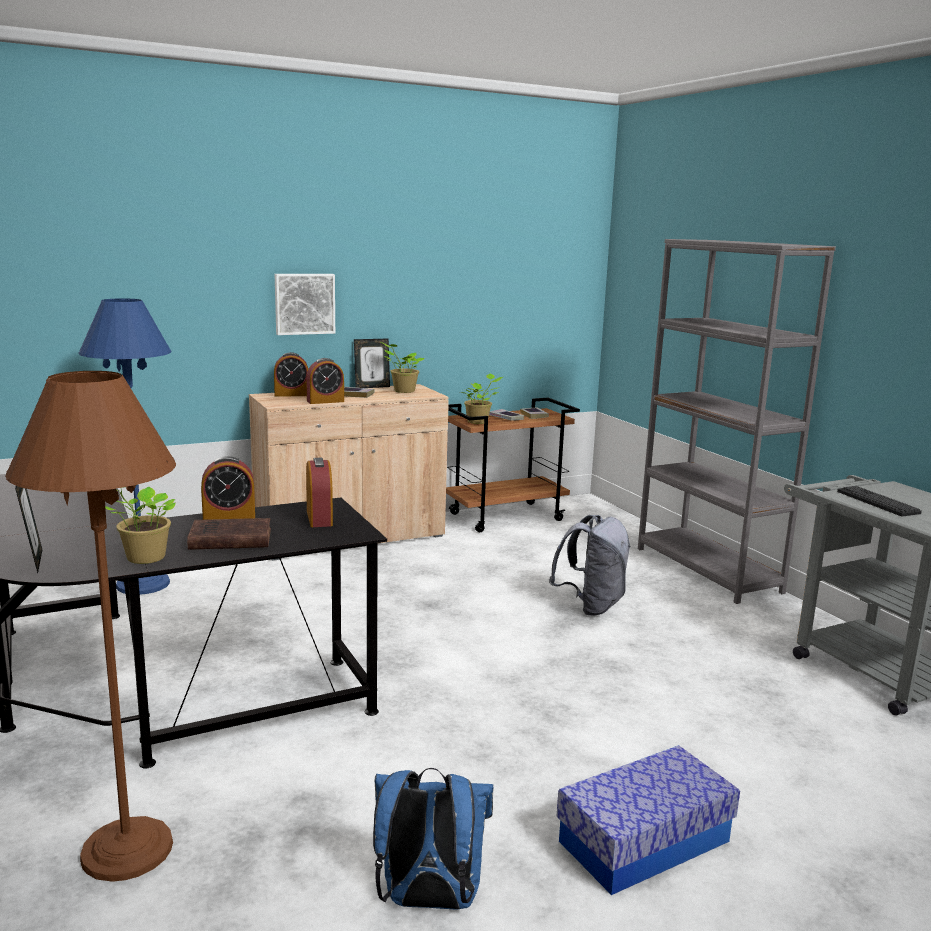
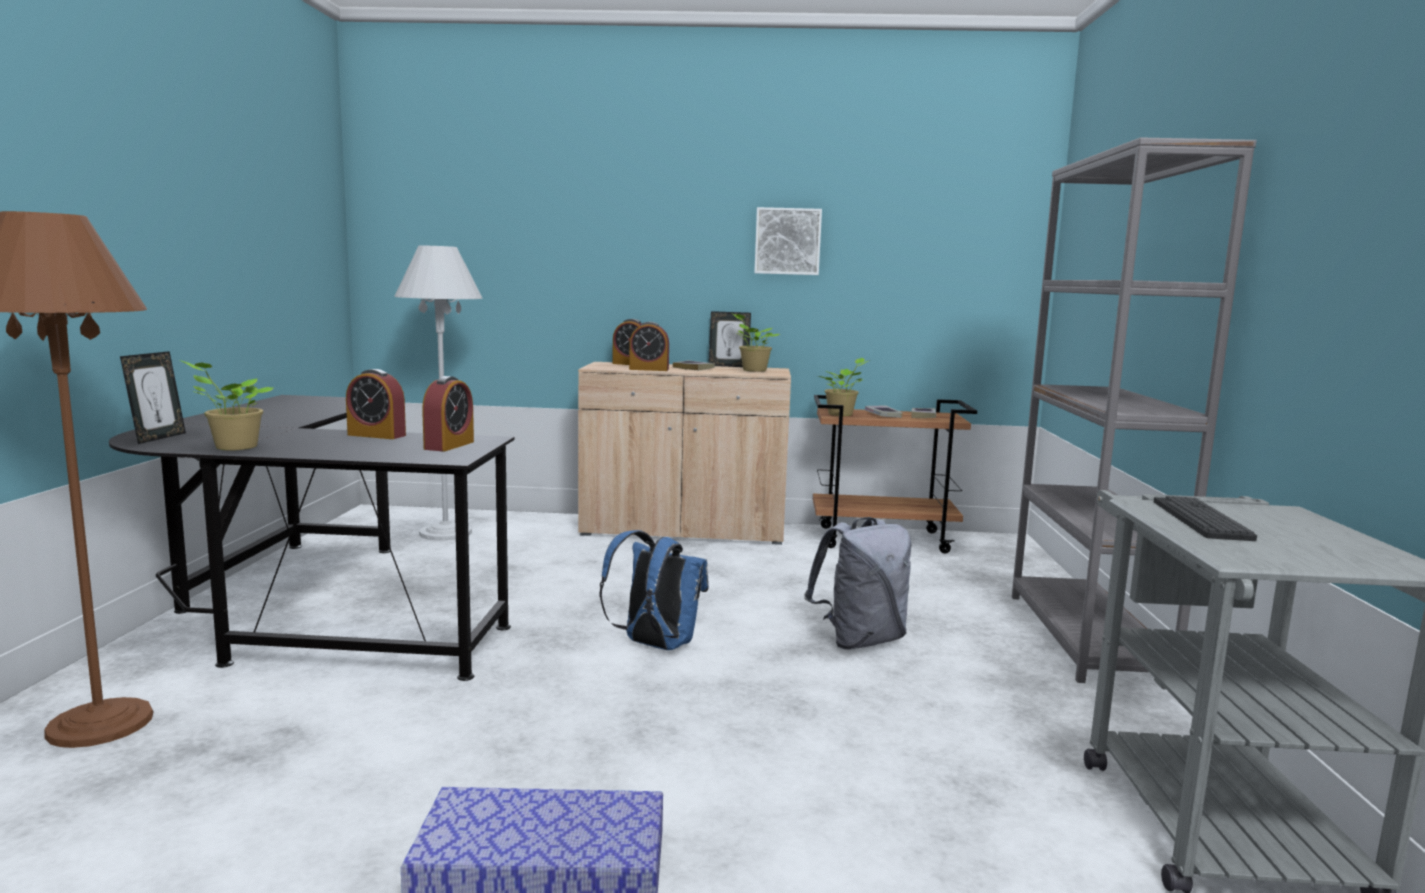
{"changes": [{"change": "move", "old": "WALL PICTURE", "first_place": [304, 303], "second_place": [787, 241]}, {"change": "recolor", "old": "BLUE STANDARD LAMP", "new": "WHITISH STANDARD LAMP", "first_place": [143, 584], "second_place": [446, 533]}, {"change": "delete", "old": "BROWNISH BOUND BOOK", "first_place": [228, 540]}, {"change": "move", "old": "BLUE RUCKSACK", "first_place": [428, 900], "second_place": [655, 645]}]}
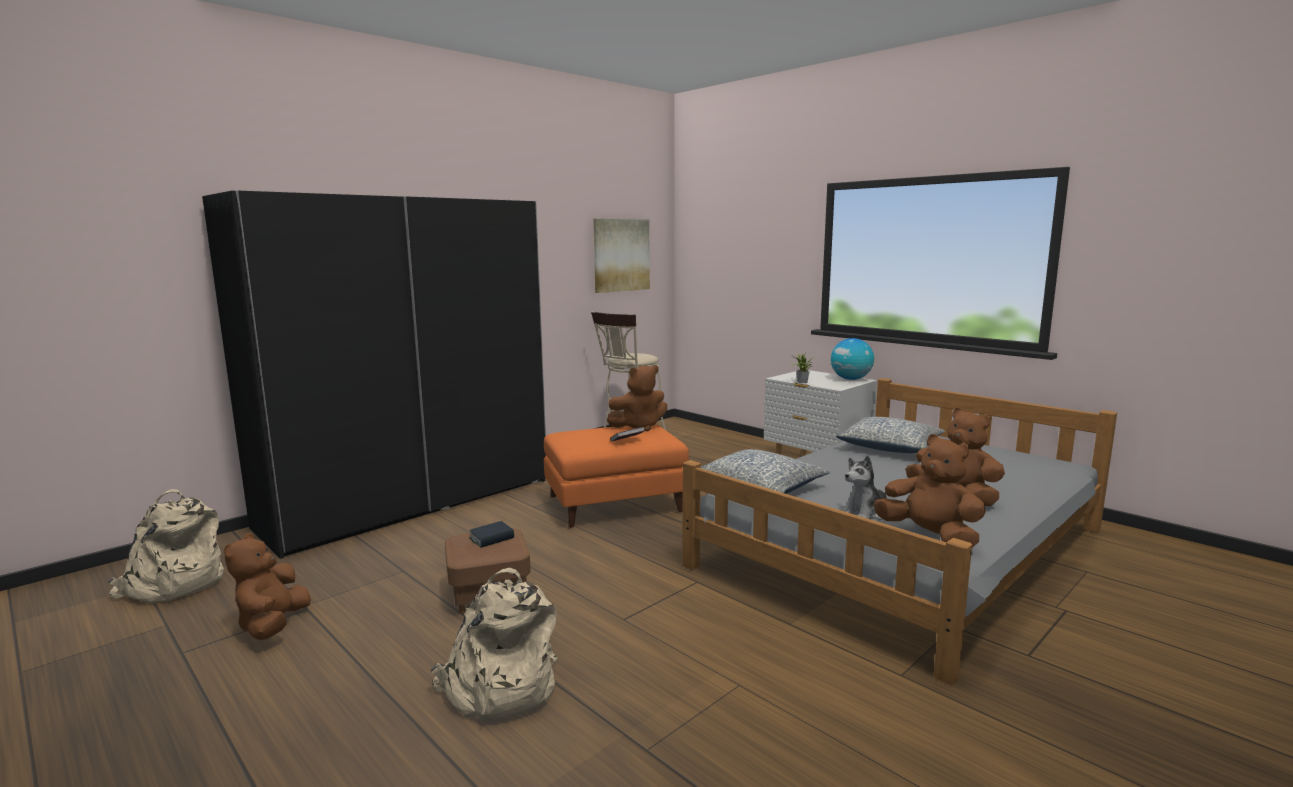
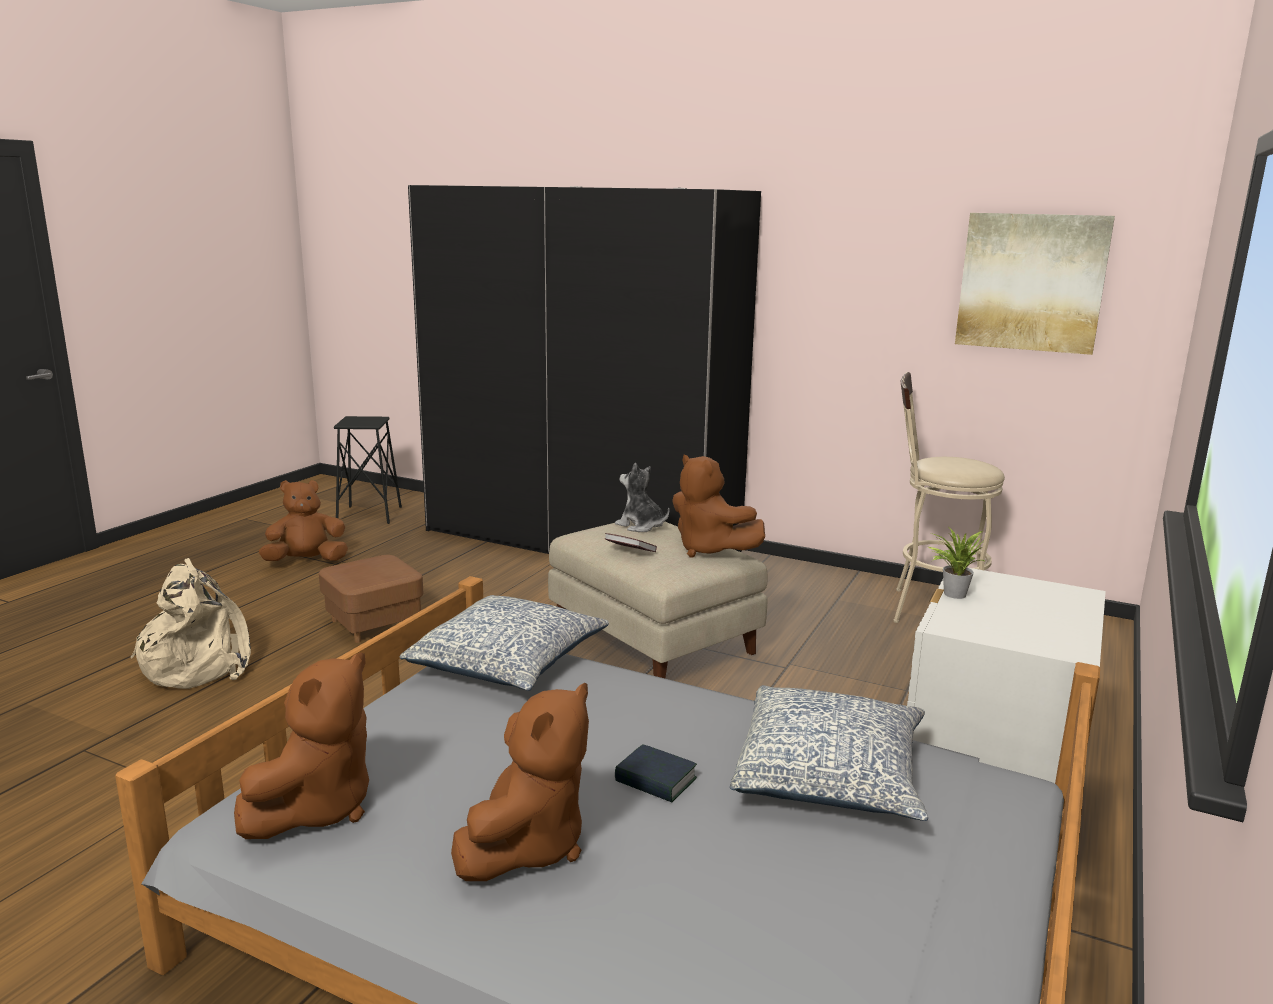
{"changes": [{"change": "delete", "old": "DESK GLOBE", "first_place": [851, 379]}, {"change": "recolor", "old": "ORANGE-COLOURED OTTOMAN", "new": "BEIGE-COLOURED OTTOMAN", "first_place": [614, 505], "second_place": [651, 641]}, {"change": "move", "old": "PLUSH TOY", "first_place": [866, 513], "second_place": [641, 526]}, {"change": "replace", "old": "BEIGE-COLOURED RUCKSACK", "new": "BLACK-COLOURED STOOL", "first_place": [173, 585], "second_place": [369, 515]}, {"change": "move", "old": "BOUND BOOK", "first_place": [492, 538], "second_place": [655, 780]}]}
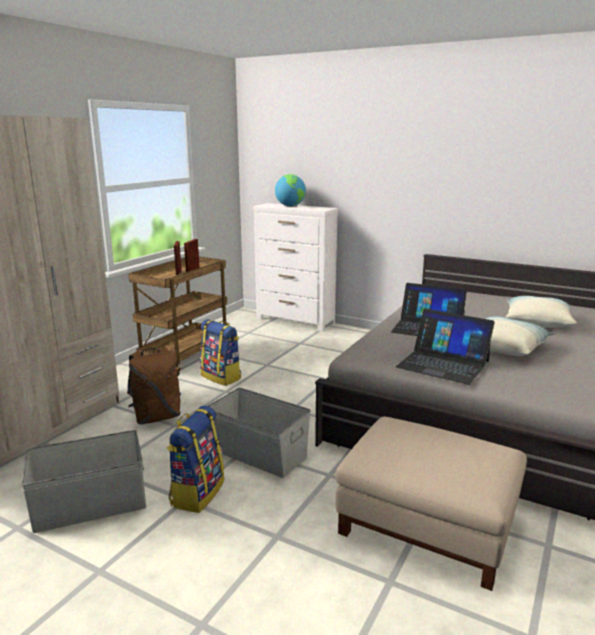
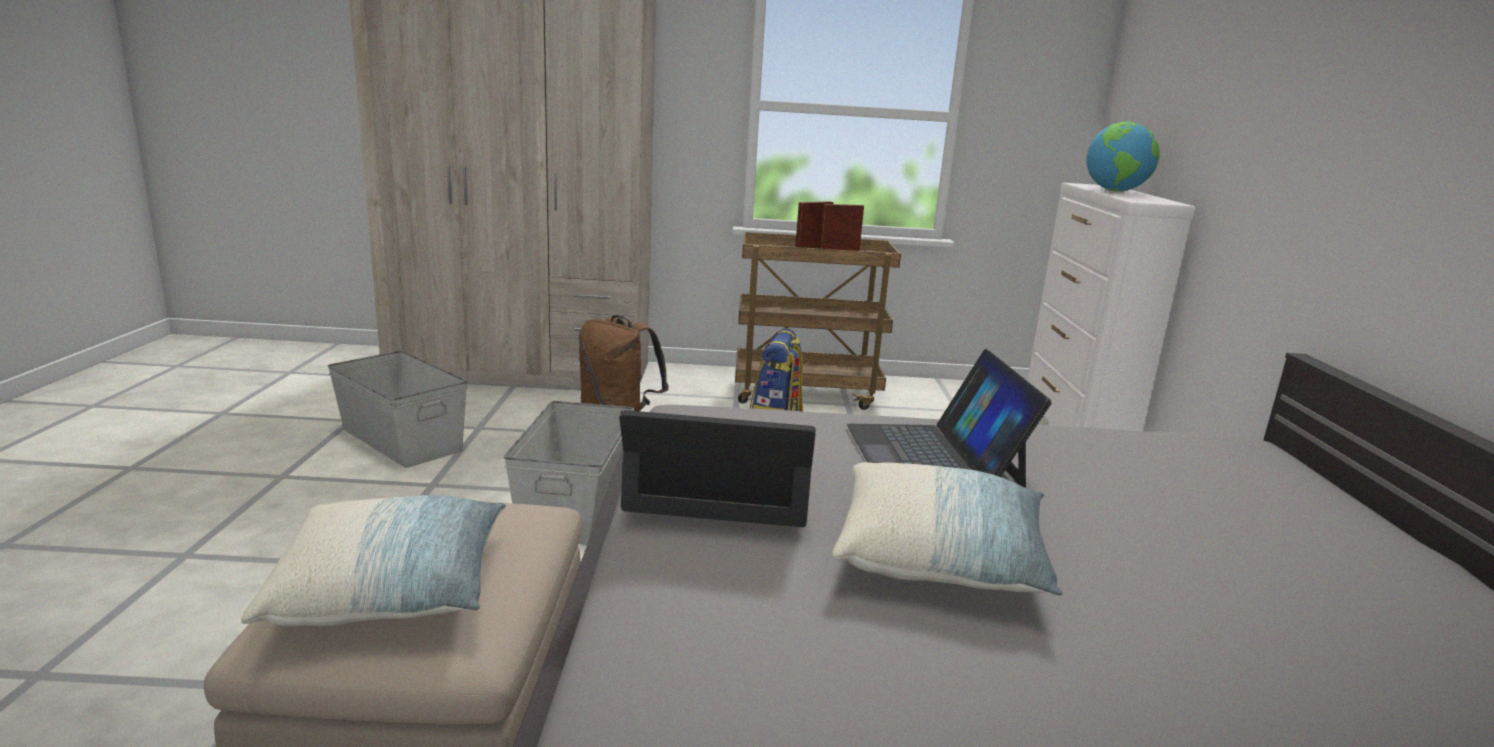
{"changes": [{"change": "move", "old": "CUSHION", "first_place": [536, 322], "second_place": [392, 589]}, {"change": "rotate", "old": "LAPTOP", "first_place": [443, 364], "second_place": [721, 485], "degrees": 90}, {"change": "delete", "old": "RUCKSACK", "first_place": [197, 492]}]}
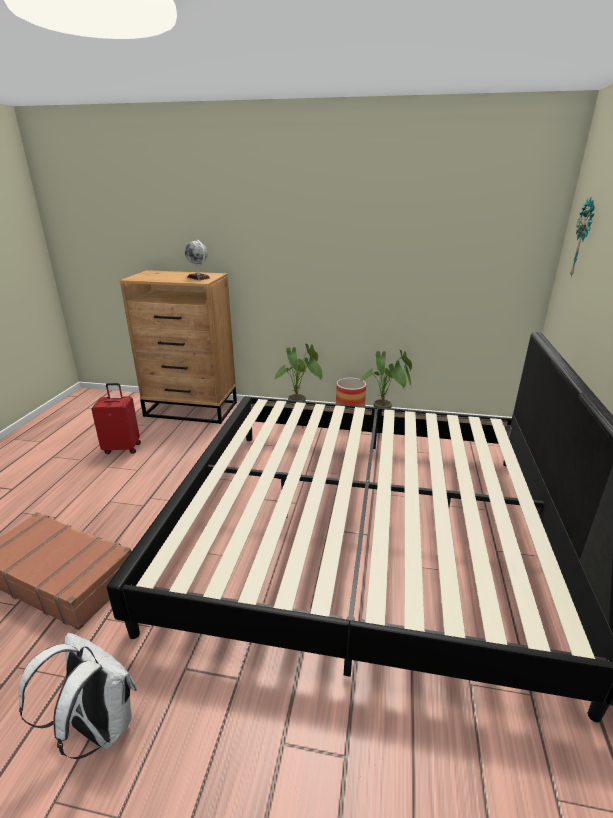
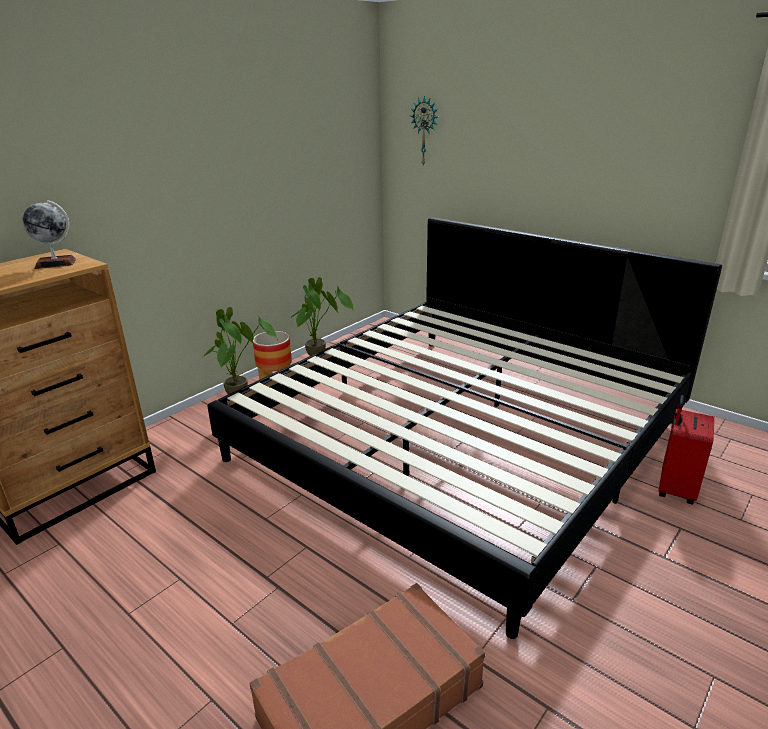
{"changes": [{"change": "move", "old": "REDDISH TRAVEL CASE", "first_place": [122, 448], "second_place": [675, 489]}, {"change": "delete", "old": "WHITISH RUCKSACK", "first_place": [97, 726]}]}
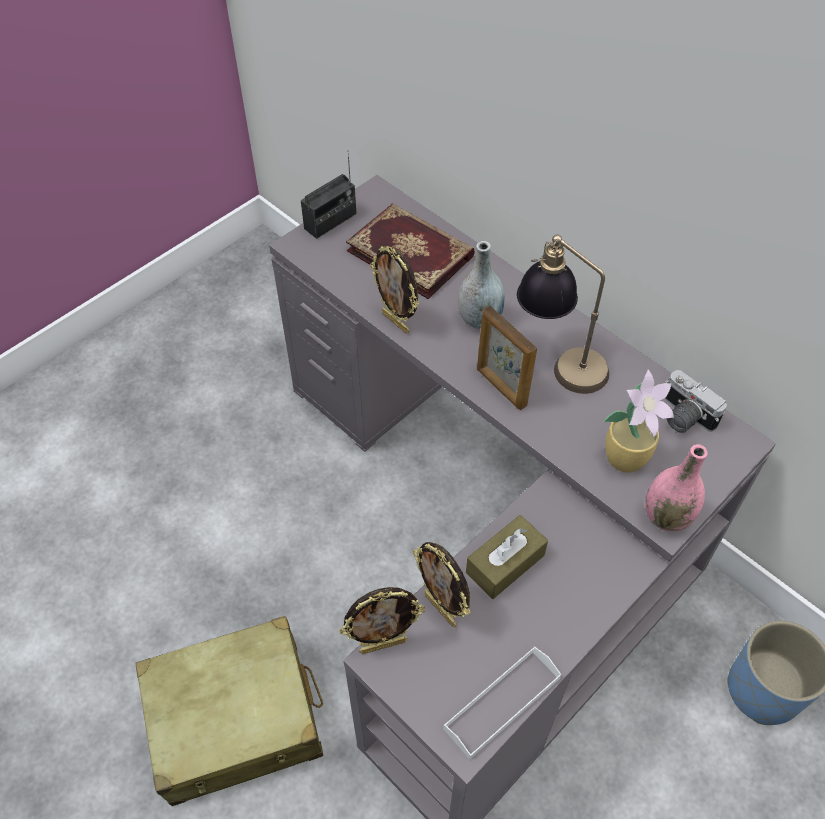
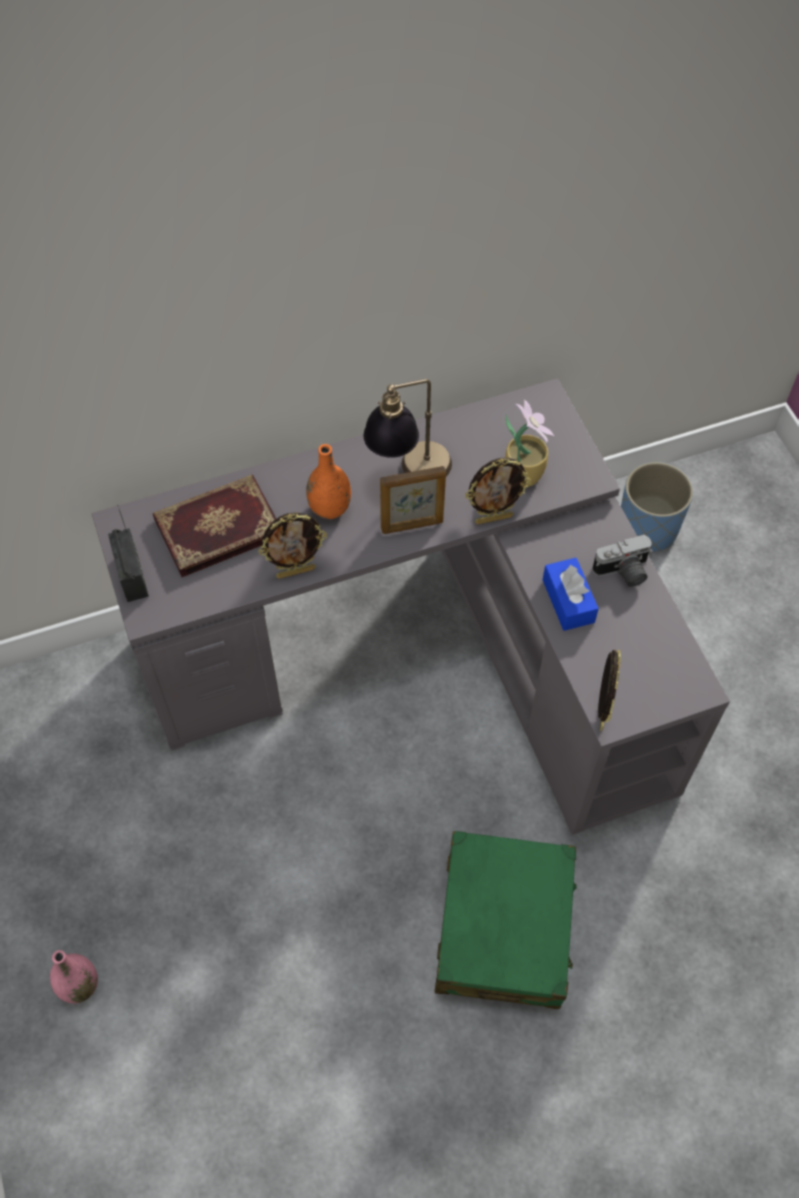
{"changes": [{"change": "recolor", "old": "GREYISH DECORATIVE VASE", "new": "ORANGE-COLOURED DECORATIVE VASE", "first_place": [479, 319], "second_place": [330, 508]}, {"change": "move", "old": "PHOTO CAMERA", "first_place": [682, 417], "second_place": [623, 573]}, {"change": "move", "old": "PINK DECORATIVE VASE", "first_place": [666, 516], "second_place": [80, 985]}, {"change": "recolor", "old": "BROWNISH TISSUE BOX", "new": "BLUE TISSUE BOX", "first_place": [505, 564], "second_place": [568, 601]}, {"change": "move", "old": "PHOTO FRAME", "first_place": [441, 609], "second_place": [493, 518]}, {"change": "recolor", "old": "BEIGE-COLOURED TRAVEL CASE", "new": "GREEN TRAVEL CASE", "first_place": [236, 719], "second_place": [503, 927]}, {"change": "delete", "old": "WHITISH CARRYING TRAY", "first_place": [502, 703]}]}
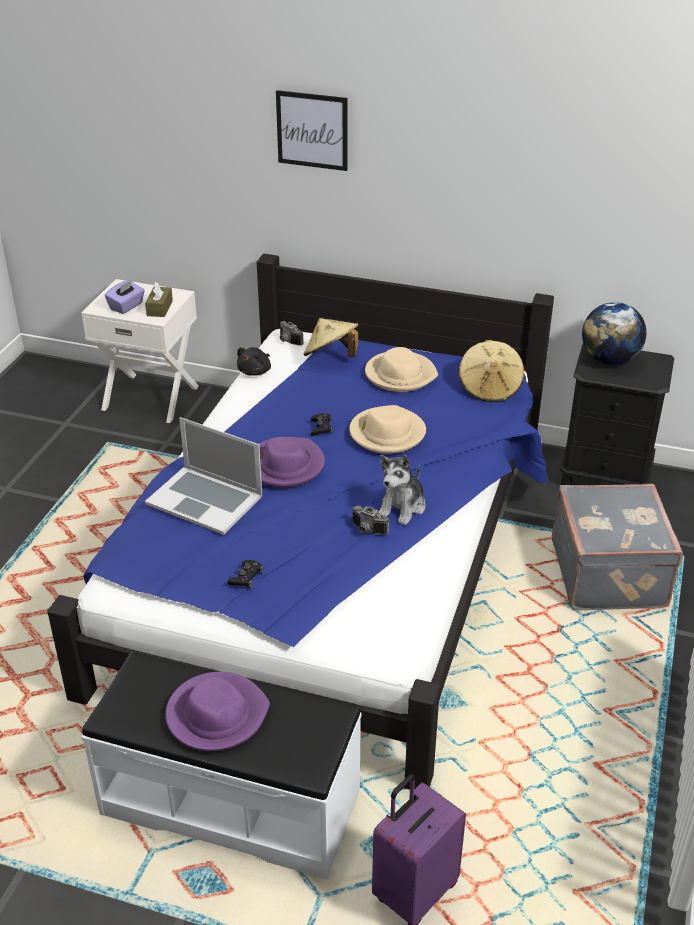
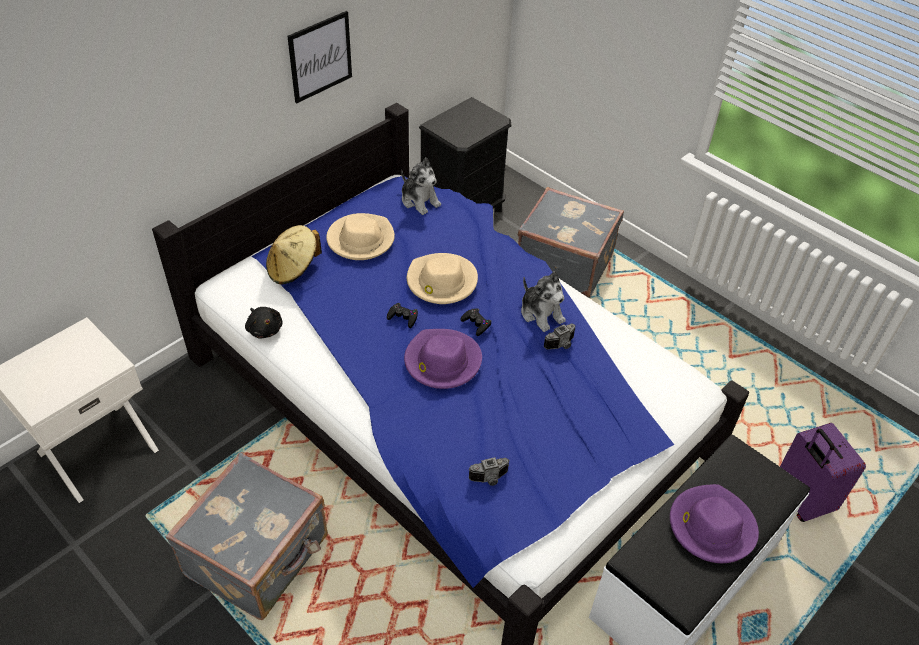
{"changes": [{"change": "move", "old": "WALL PICTURE", "first_place": [312, 130], "second_place": [320, 56]}, {"change": "delete", "old": "PURPLISH TISSUE BOX", "first_place": [126, 306]}, {"change": "delete", "old": "BROWNISH TISSUE BOX", "first_place": [159, 308]}, {"change": "delete", "old": "DESK GLOBE", "first_place": [609, 360]}, {"change": "move", "old": "PHOTO CAMERA", "first_place": [288, 341], "second_place": [490, 479]}, {"change": "replace", "old": "BEIGE-COLOURED HAT", "new": "PLUSH TOY", "first_place": [490, 388], "second_place": [419, 201]}, {"change": "delete", "old": "LAPTOP", "first_place": [205, 499]}, {"change": "move", "old": "BLACK-COLOURED JOYPAD", "first_place": [246, 577], "second_place": [476, 324]}, {"change": "insert", "new": "GREYISH TRAVEL CASE", "second_place": [259, 556]}]}
